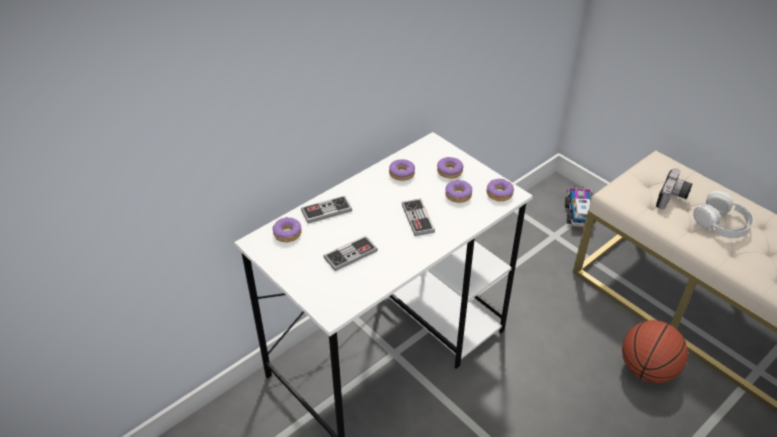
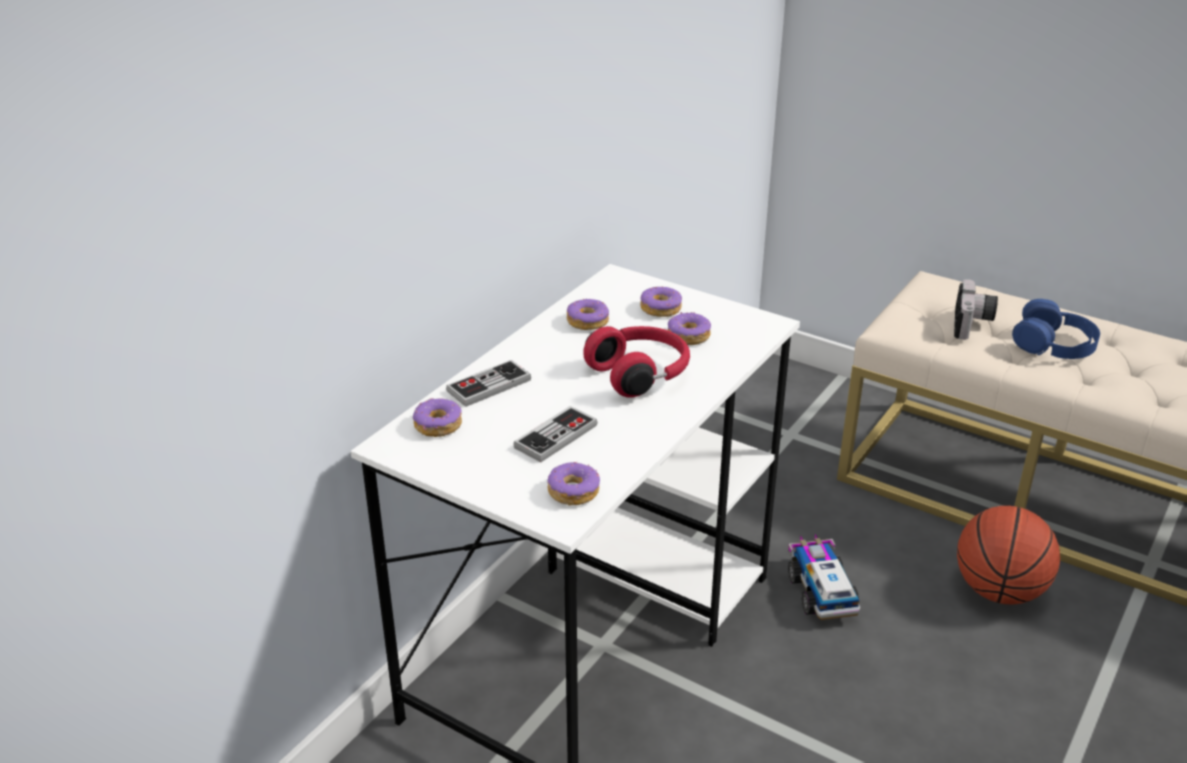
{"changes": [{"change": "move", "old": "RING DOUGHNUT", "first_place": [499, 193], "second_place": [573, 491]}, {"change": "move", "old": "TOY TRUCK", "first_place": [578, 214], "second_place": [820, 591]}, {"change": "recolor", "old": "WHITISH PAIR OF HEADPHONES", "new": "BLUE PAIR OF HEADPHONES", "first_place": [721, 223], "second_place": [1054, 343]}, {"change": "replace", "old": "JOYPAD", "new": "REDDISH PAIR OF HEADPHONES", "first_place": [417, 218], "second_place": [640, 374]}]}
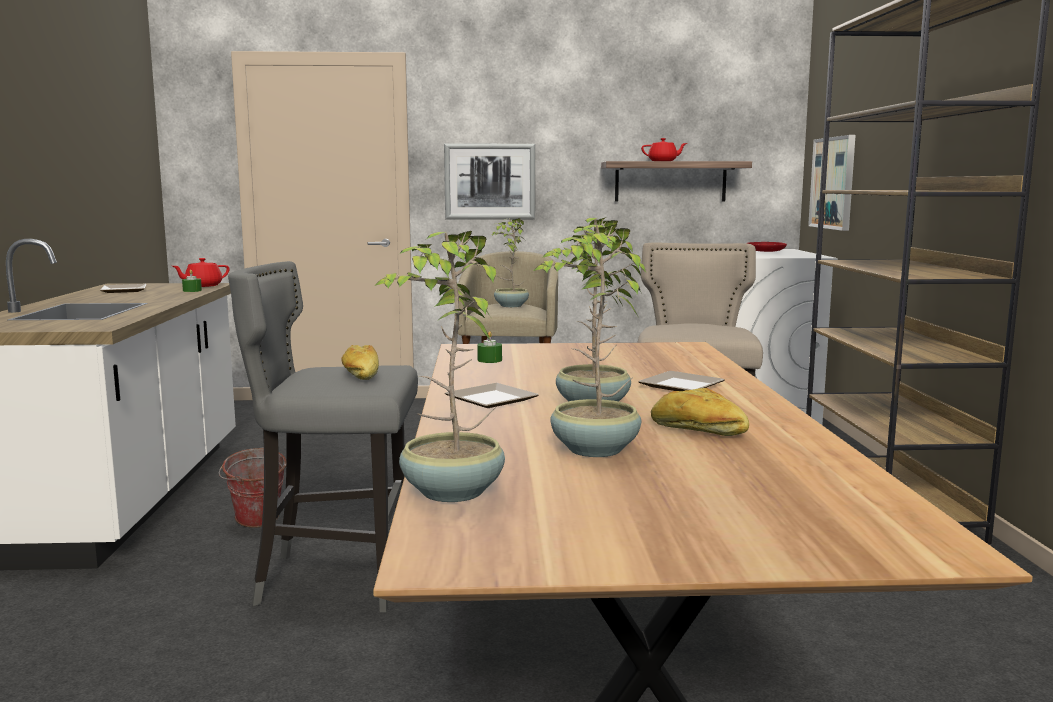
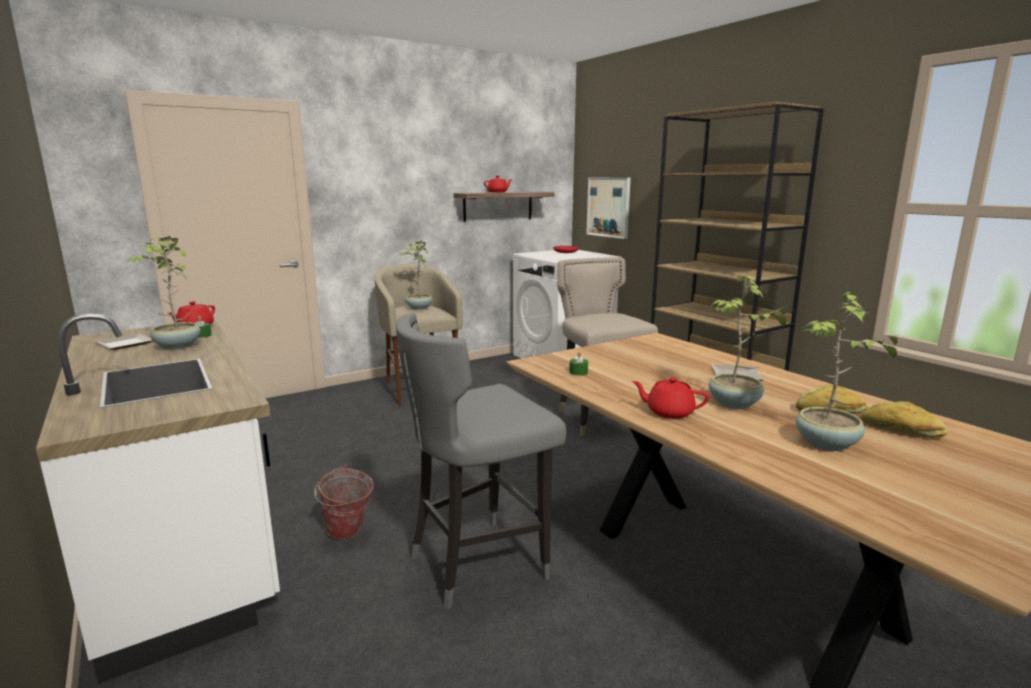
{"changes": [{"change": "delete", "old": "WALL PICTURE", "first_place": [489, 181]}, {"change": "move", "old": "HOUSEPLANT", "first_place": [450, 493], "second_place": [177, 347]}, {"change": "move", "old": "BAKERY BREAD", "first_place": [360, 375], "second_place": [901, 431]}, {"change": "replace", "old": "DINNER PLATE", "new": "REDDISH TEA POT", "first_place": [488, 400], "second_place": [669, 412]}]}
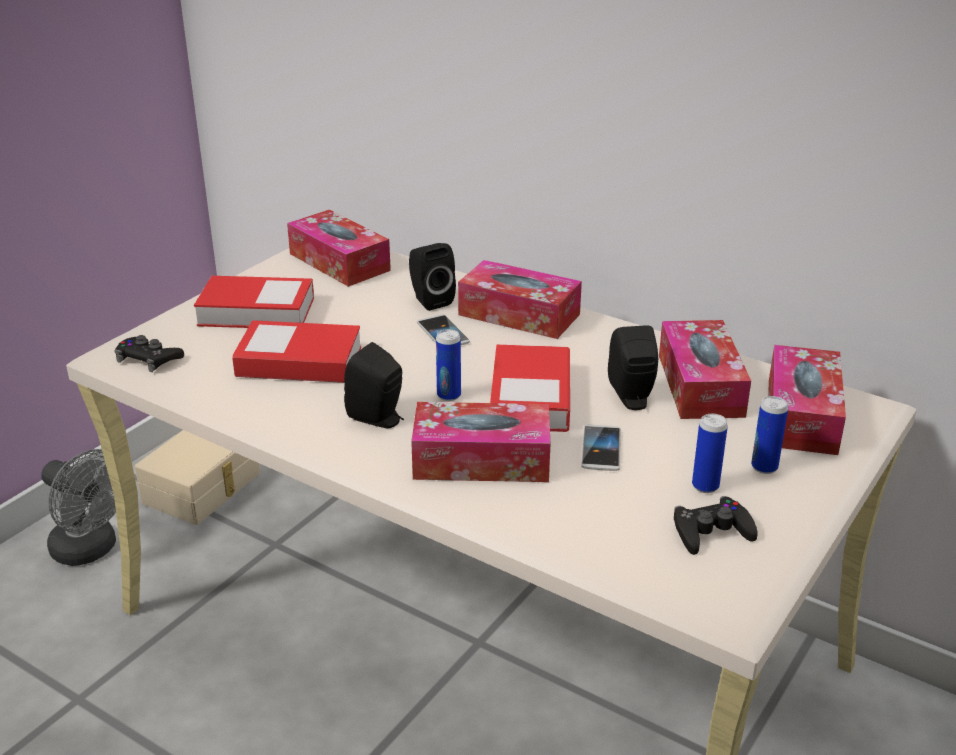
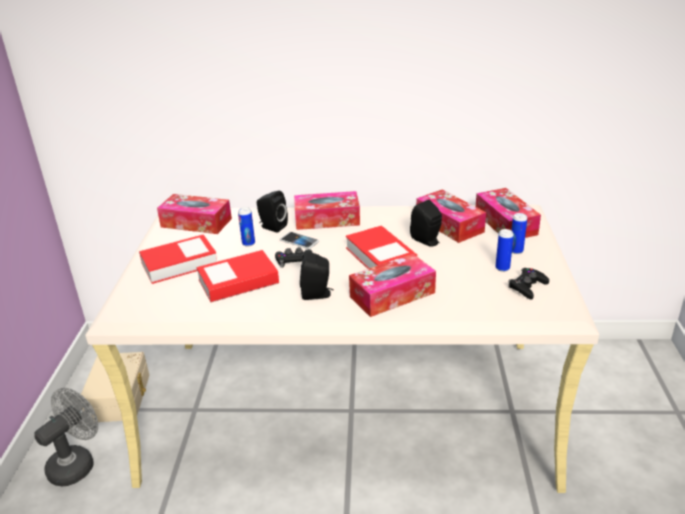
{"changes": [{"change": "move", "old": "SEALED CAN", "first_place": [449, 395], "second_place": [248, 243]}, {"change": "move", "old": "BLACK-COLOURED JOYPAD", "first_place": [149, 359], "second_place": [294, 261]}, {"change": "delete", "old": "TELEPHONE", "first_place": [601, 449]}, {"change": "rotate", "old": "GREYISH ELECTRIC FAN", "first_place": [91, 550], "second_place": [77, 463], "degrees": -60}]}
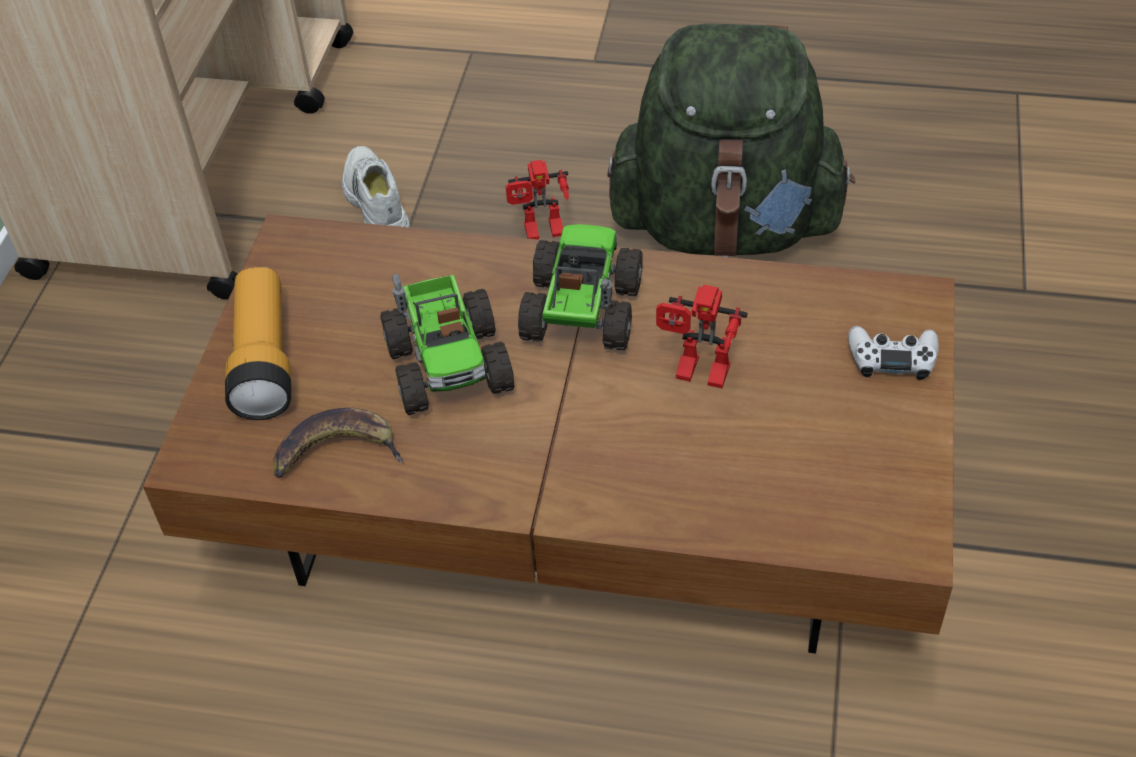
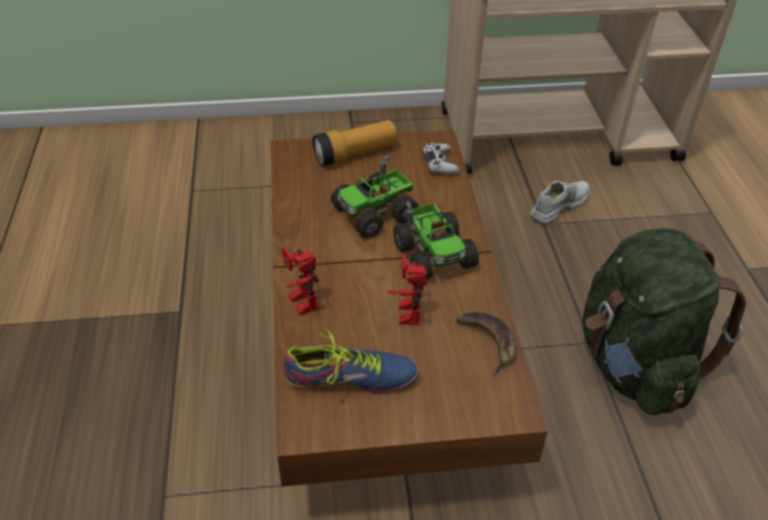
{"changes": [{"change": "move", "old": "TOY ROBOT", "first_place": [541, 233], "second_place": [298, 302]}, {"change": "rotate", "old": "TOY TRUCK", "first_place": [581, 312], "second_place": [434, 254], "degrees": 75}, {"change": "move", "old": "WHITISH JOYPAD", "first_place": [892, 358], "second_place": [440, 164]}, {"change": "move", "old": "BANANA FRUIT", "first_place": [337, 450], "second_place": [488, 342]}, {"change": "insert", "new": "LOW SHOE", "second_place": [350, 377]}]}
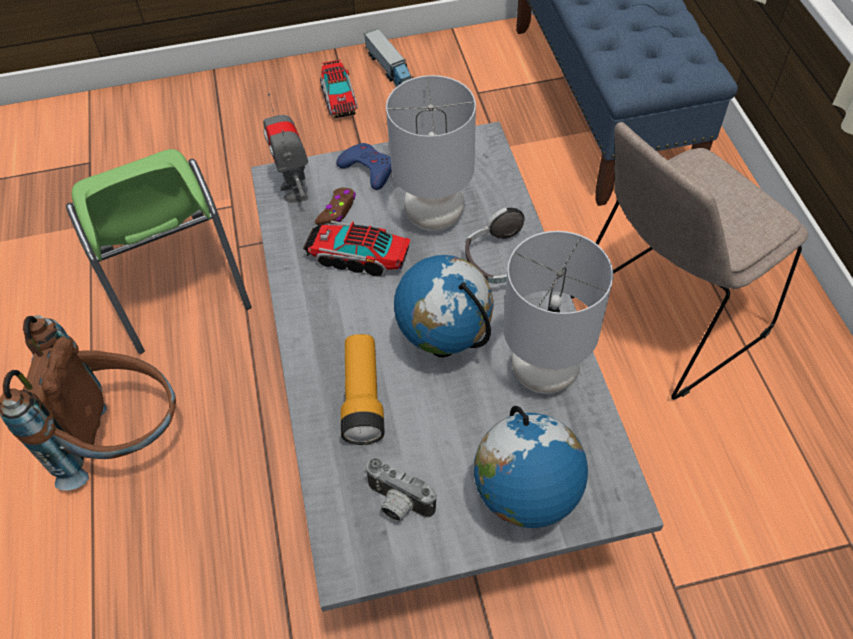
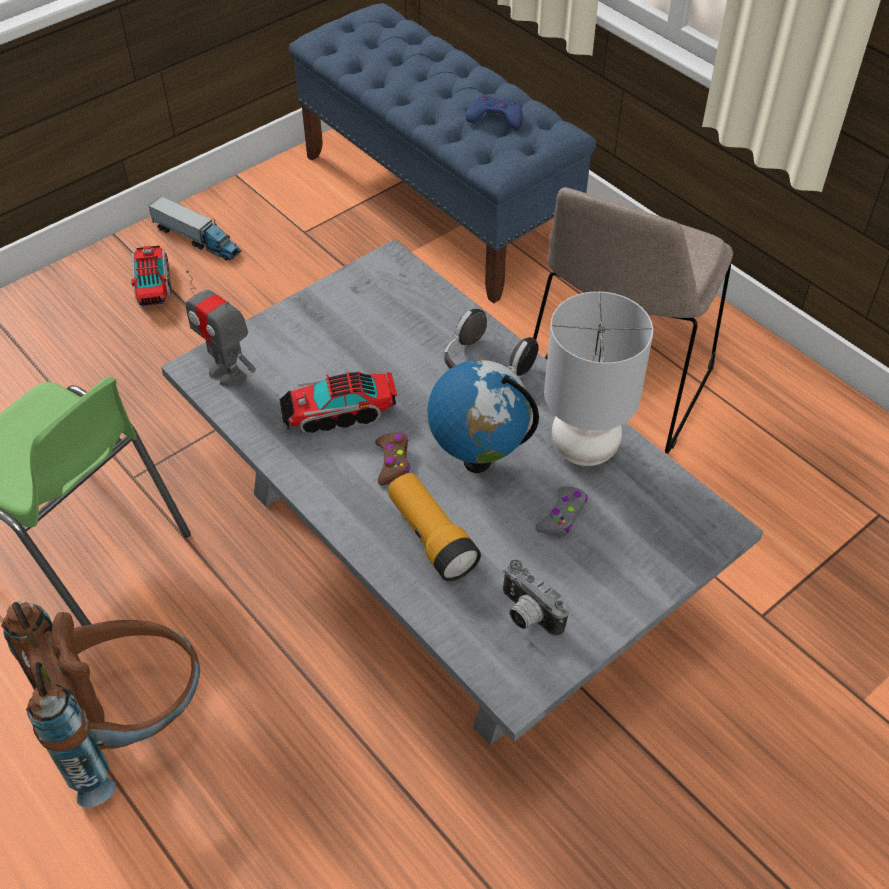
{"changes": [{"change": "rotate", "old": "TOY TRUCK", "first_place": [339, 98], "second_place": [153, 285], "degrees": -150}, {"change": "delete", "old": "GREYISH LAMP FOR A TABLE", "first_place": [434, 217]}, {"change": "move", "old": "BLUE JOYPAD", "first_place": [368, 169], "second_place": [495, 117]}, {"change": "move", "old": "BROWNISH JOYPAD", "first_place": [337, 211], "second_place": [393, 462]}, {"change": "delete", "old": "DESK GLOBE", "first_place": [524, 503]}, {"change": "rotate", "old": "PHOTO CAMERA", "first_place": [397, 504], "second_place": [526, 615], "degrees": 45}, {"change": "insert", "new": "GREYISH JOYPAD", "second_place": [562, 515]}]}
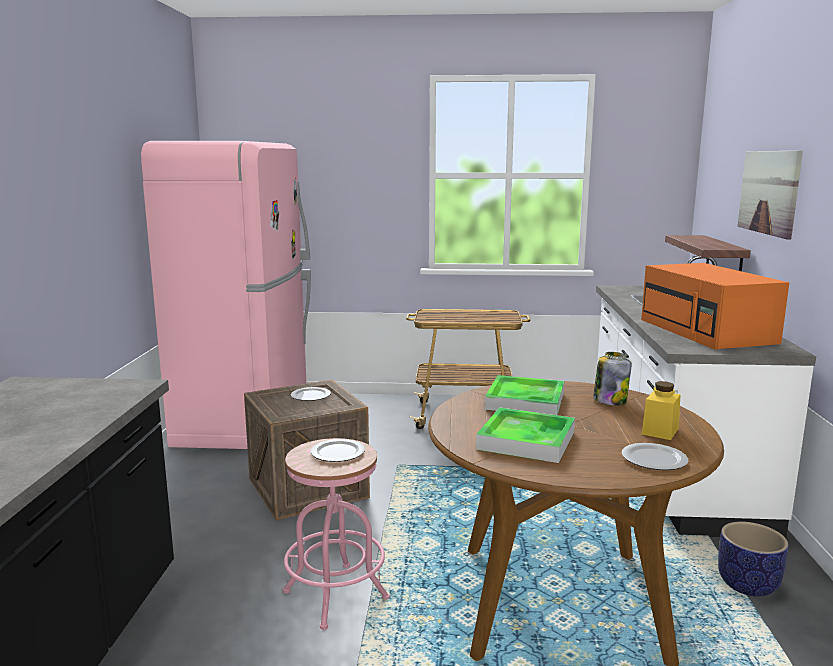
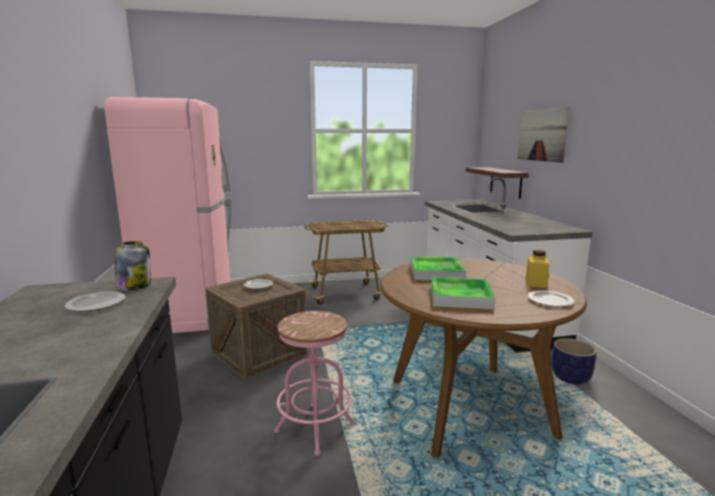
{"changes": [{"change": "delete", "old": "ORANGE-COLOURED MICROWAVE OVEN", "first_place": [707, 332]}, {"change": "move", "old": "PRESERVE JAR", "first_place": [610, 401], "second_place": [134, 286]}, {"change": "move", "old": "DINNER PLATE", "first_place": [338, 452], "second_place": [96, 303]}]}
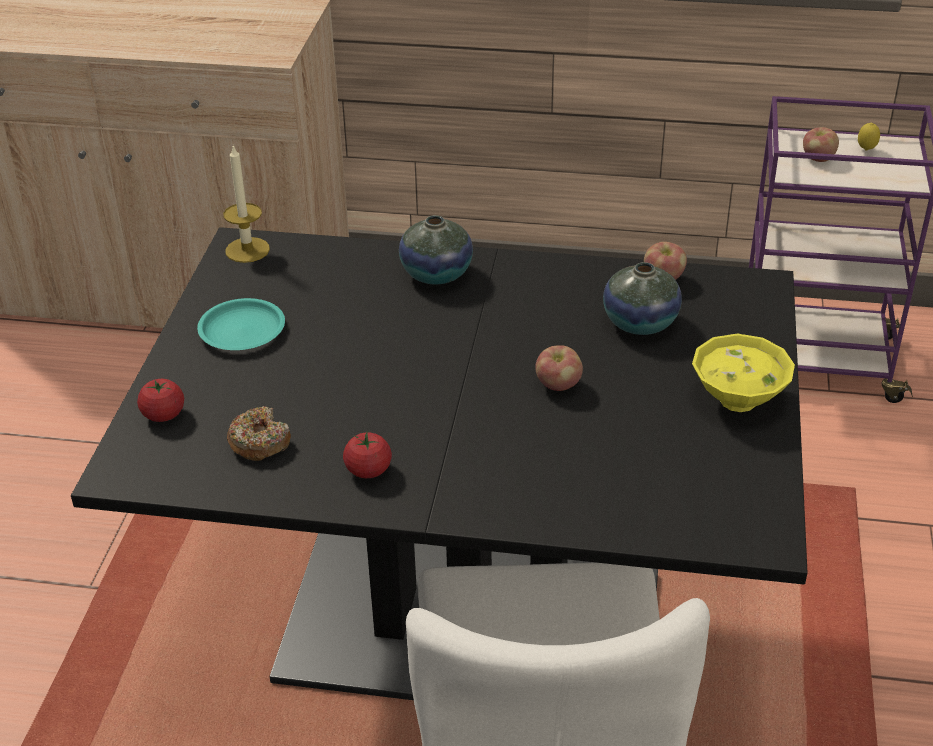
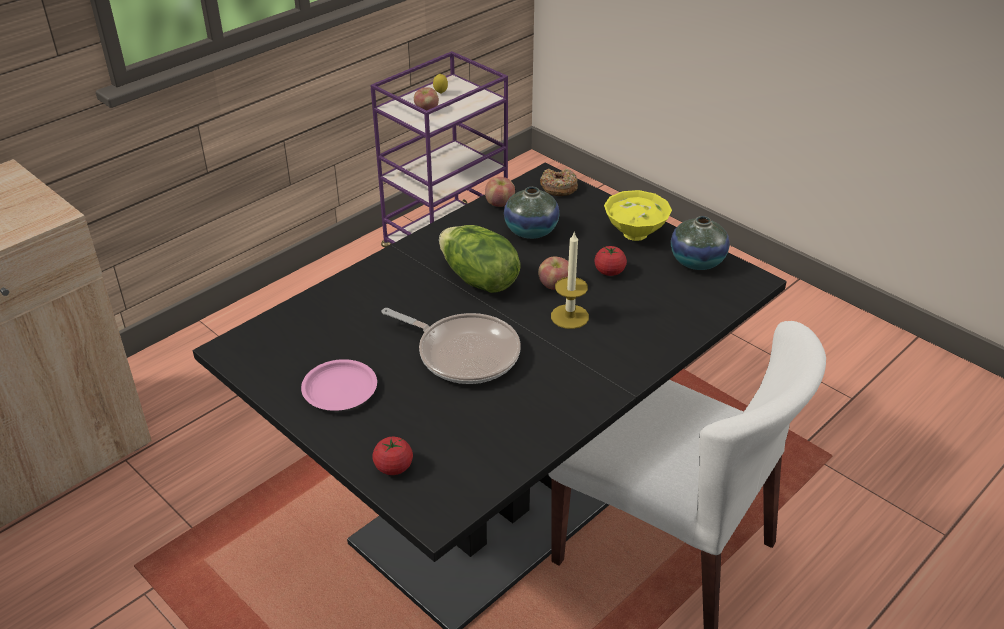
{"changes": [{"change": "move", "old": "WAX CANDLE", "first_place": [247, 250], "second_place": [569, 316]}, {"change": "move", "old": "DECORATIVE VASE", "first_place": [436, 274], "second_place": [697, 261]}, {"change": "recolor", "old": "TURQUOISE DINNER PLATE", "new": "PINK DINNER PLATE", "first_place": [242, 330], "second_place": [339, 389]}, {"change": "move", "old": "RING DOUGHNUT", "first_place": [259, 442], "second_place": [558, 188]}, {"change": "move", "old": "WHOLE TOMATO", "first_place": [368, 470], "second_place": [609, 271]}, {"change": "insert", "new": "LETTUCE", "second_place": [478, 280]}, {"change": "insert", "new": "PAN", "second_place": [463, 353]}]}
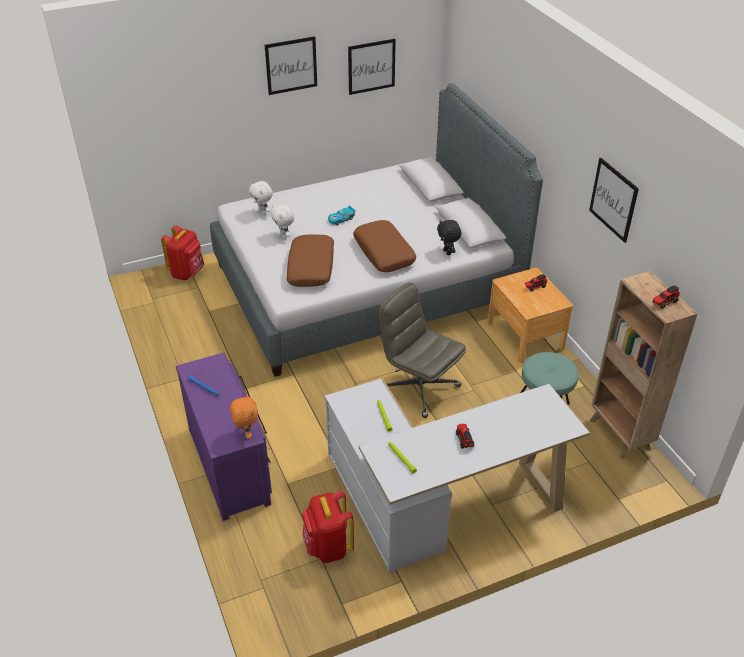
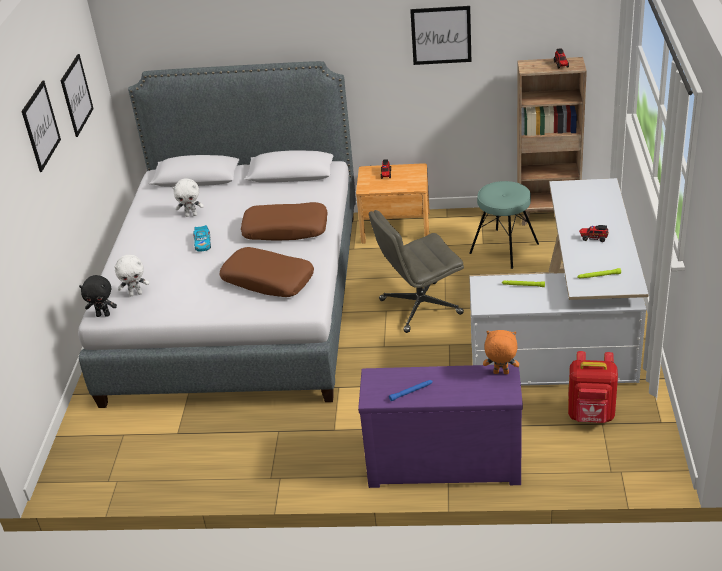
{"changes": [{"change": "move", "old": "WHITISH PLUSH TOY", "first_place": [284, 236], "second_place": [191, 215]}, {"change": "move", "old": "BLACK-COLOURED PLUSH TOY", "first_place": [447, 252], "second_place": [103, 315]}, {"change": "delete", "old": "REDDISH RUCKSACK", "first_place": [187, 273]}]}
